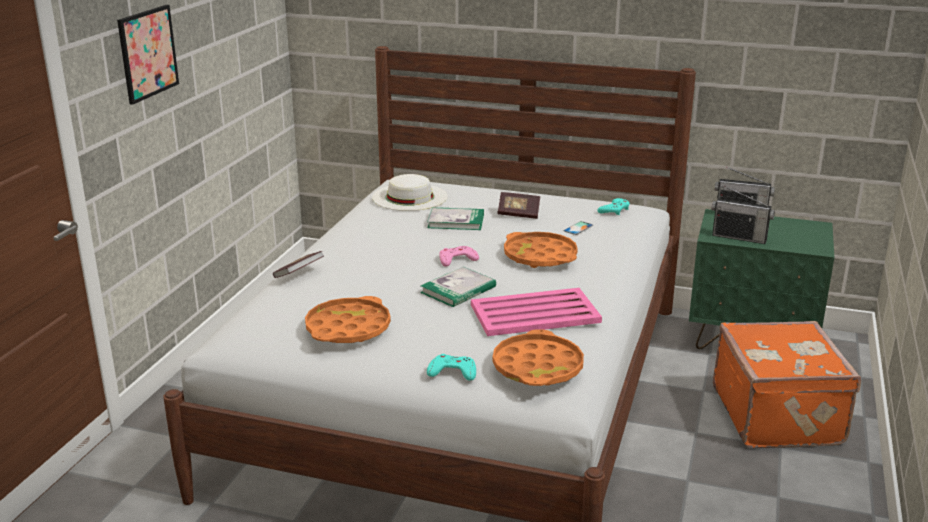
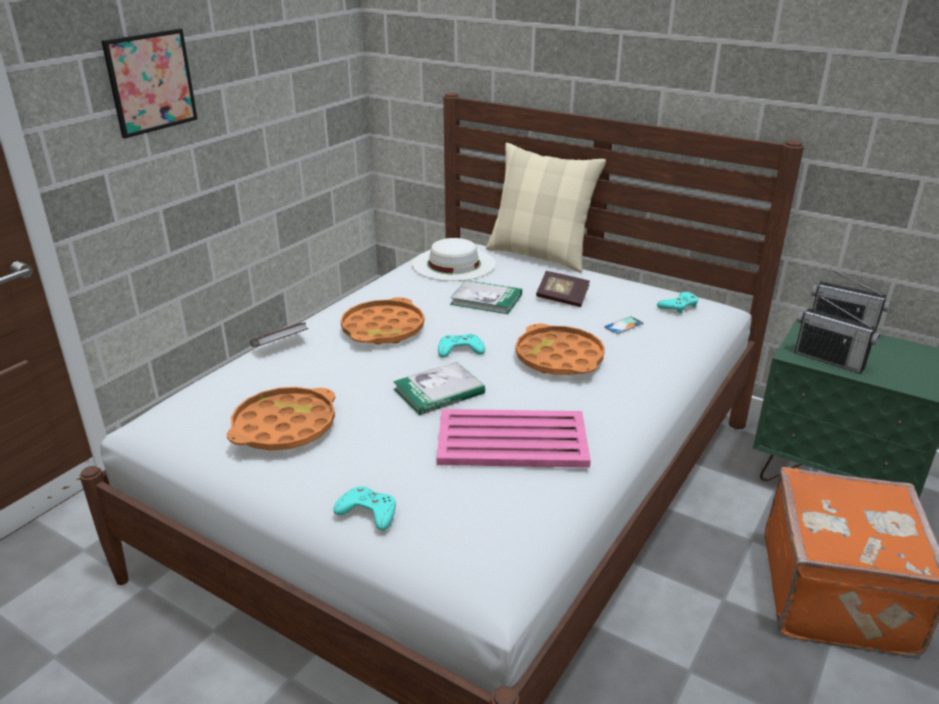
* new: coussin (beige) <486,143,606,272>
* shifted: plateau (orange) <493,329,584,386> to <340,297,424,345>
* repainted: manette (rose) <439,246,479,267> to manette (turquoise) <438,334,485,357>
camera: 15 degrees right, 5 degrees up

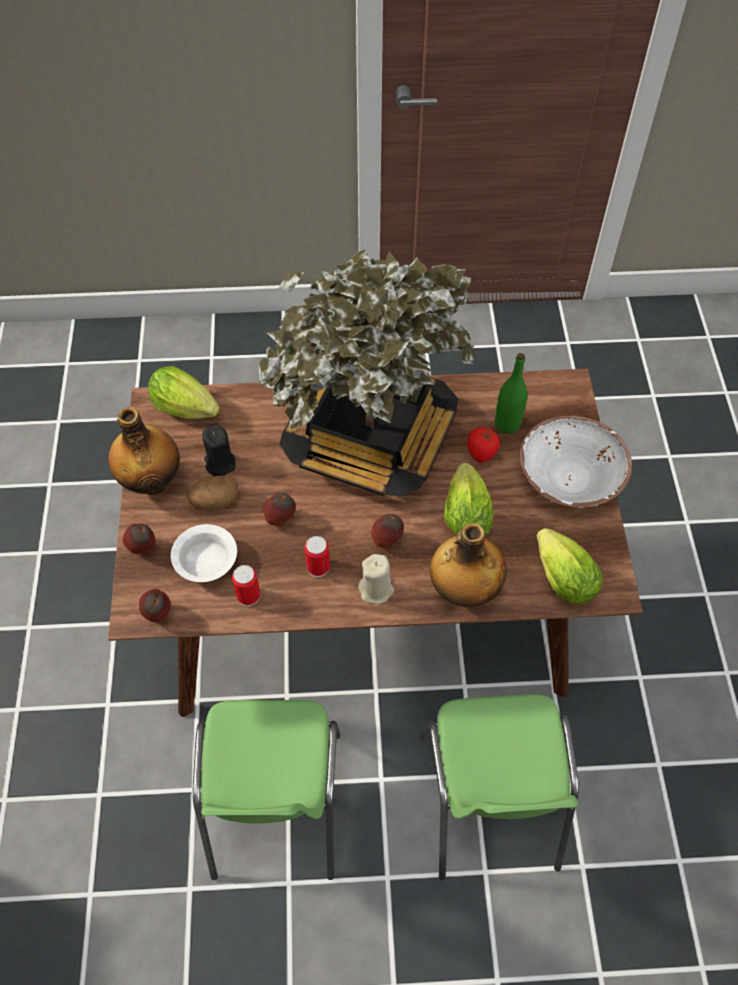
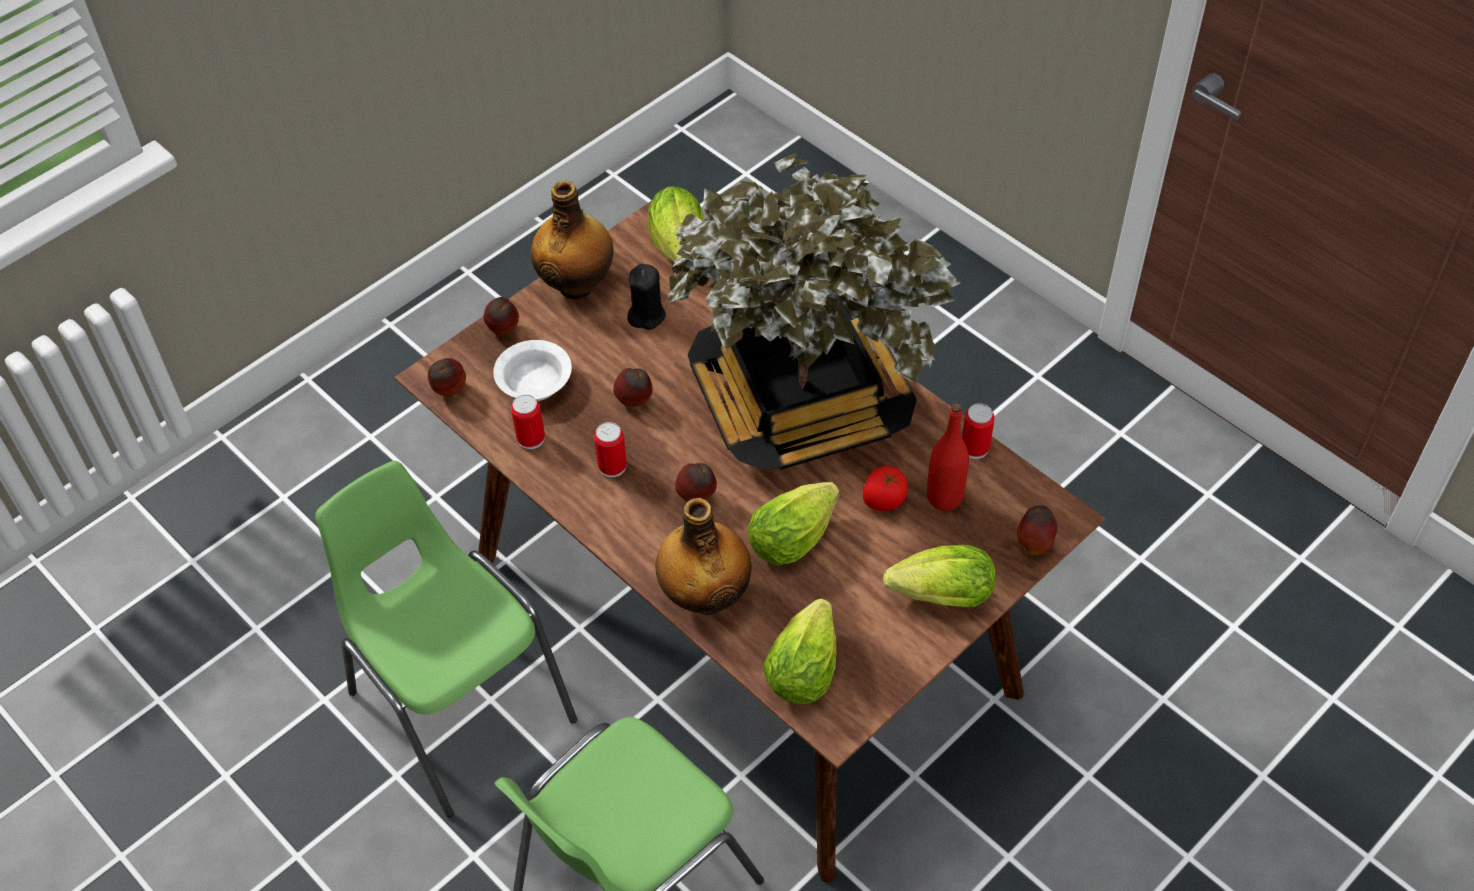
* gone: pomme de terre <186,475,238,510>
* gone: bougie (beige) <358,554,394,604>
* new: boîte métallique <962,403,995,459>
* new: pomme <1017,505,1057,555>
* swapped: bol (blanc) <519,416,632,508> to laitue <883,545,996,607>
* repainted: bouteille (vert) <495,353,527,434> to bouteille (rouge) <927,403,969,511>
* rotated: chaise (vert) <193,700,341,880> = <315,461,577,817> 90 degrees clockwise
camera: 50 degrees right, 5 degrees down

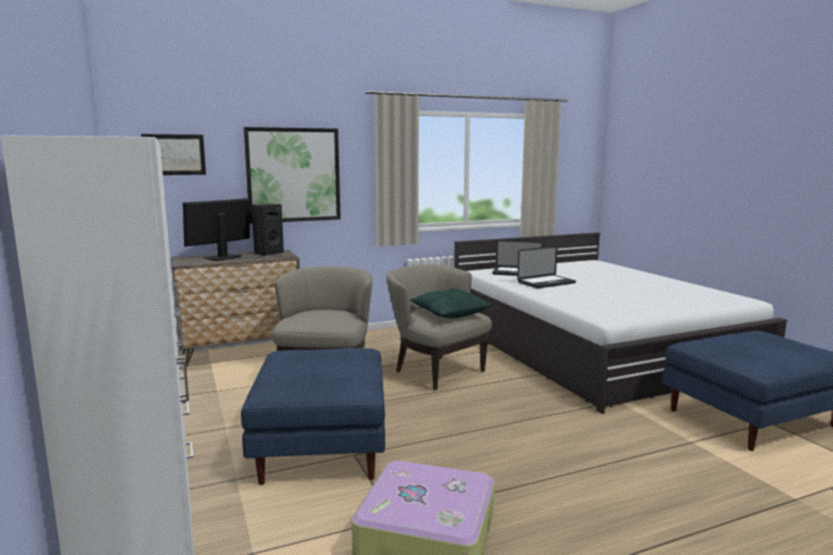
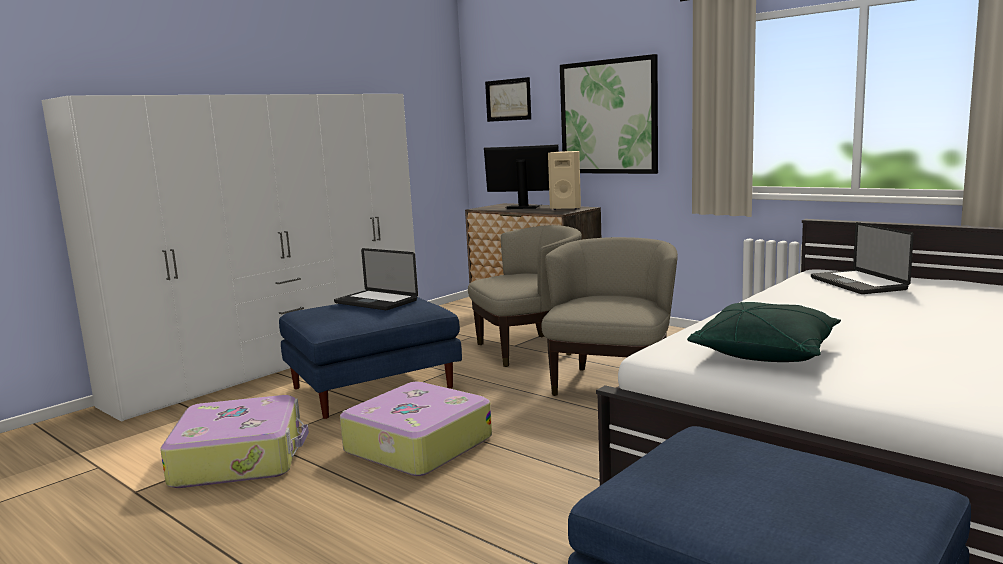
* new: valise <340,381,492,476>
* shifted: coussin (vert) <410,289,491,318> to <687,302,841,362>
* shifted: ordinateur portable <517,246,576,288> to <334,248,418,310>
* repainted: enceinte (noir) <251,204,284,256> to enceinte (beige) <548,151,581,210>
camera: 65 degrees right, 0 degrees up

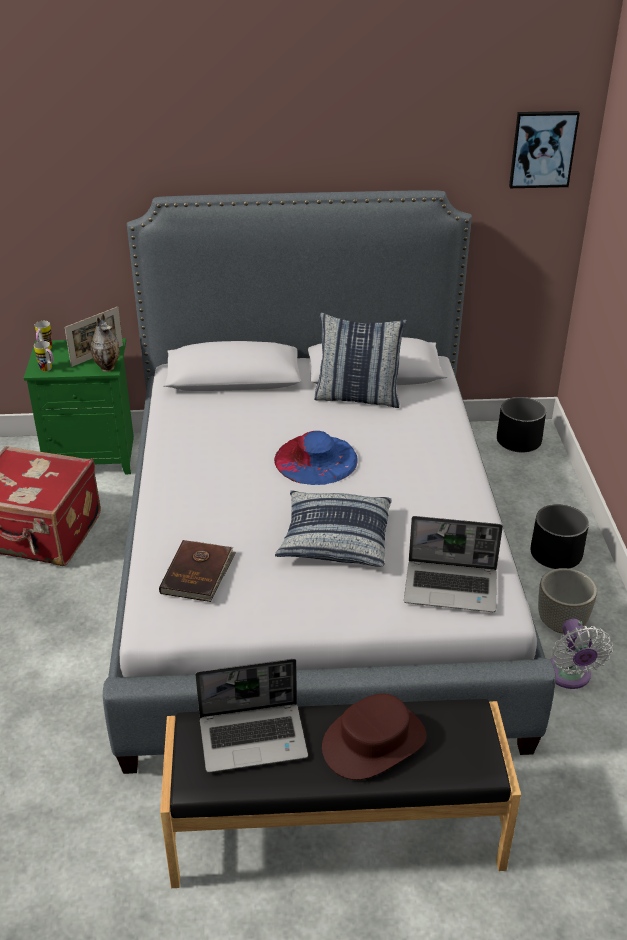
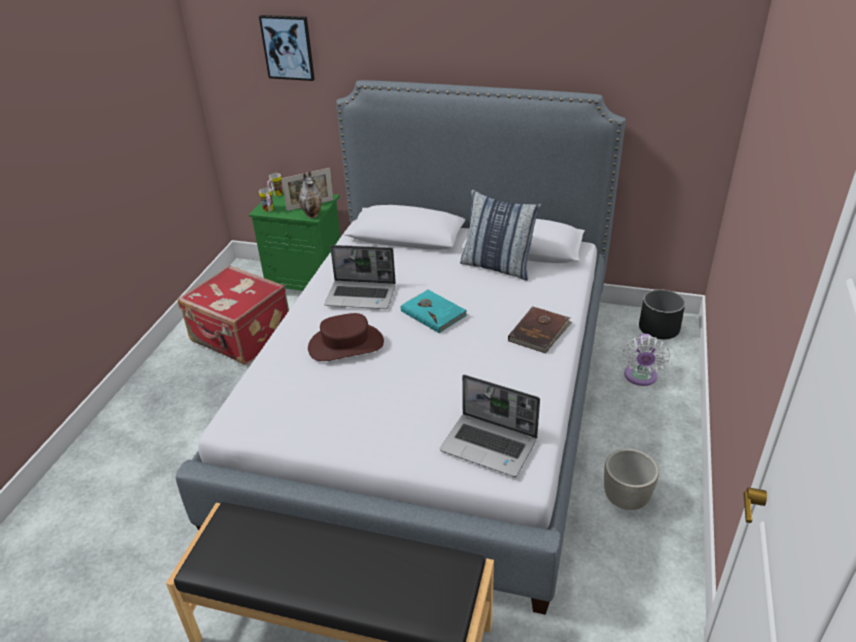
* gone: coussin <275,491,391,567>
* gone: cache-pot (noir) <531,504,589,569>
* shifted: livre (marron) <159,540,236,602> to <508,306,572,353>
* shifted: ordinateur portable <195,659,308,773> to <324,245,396,309>
* shifted: chapeau (marron) <322,693,427,780> to <308,313,384,361>
* shifted: tableau <509,111,580,188> to <259,15,315,81>
* shifted: ventilateur (blanc) <550,619,613,689> to <623,334,670,386>
* swapped: chapeau (bleu) <274,431,358,485> to livre (turquoise) <401,289,467,333>
camera: 20 degrees right, 0 degrees up

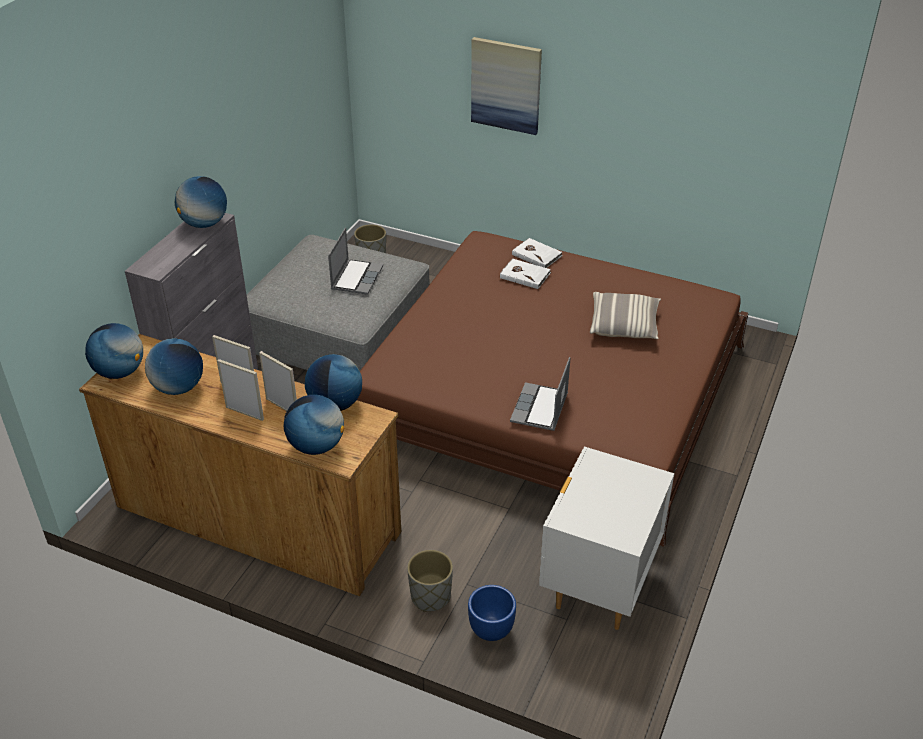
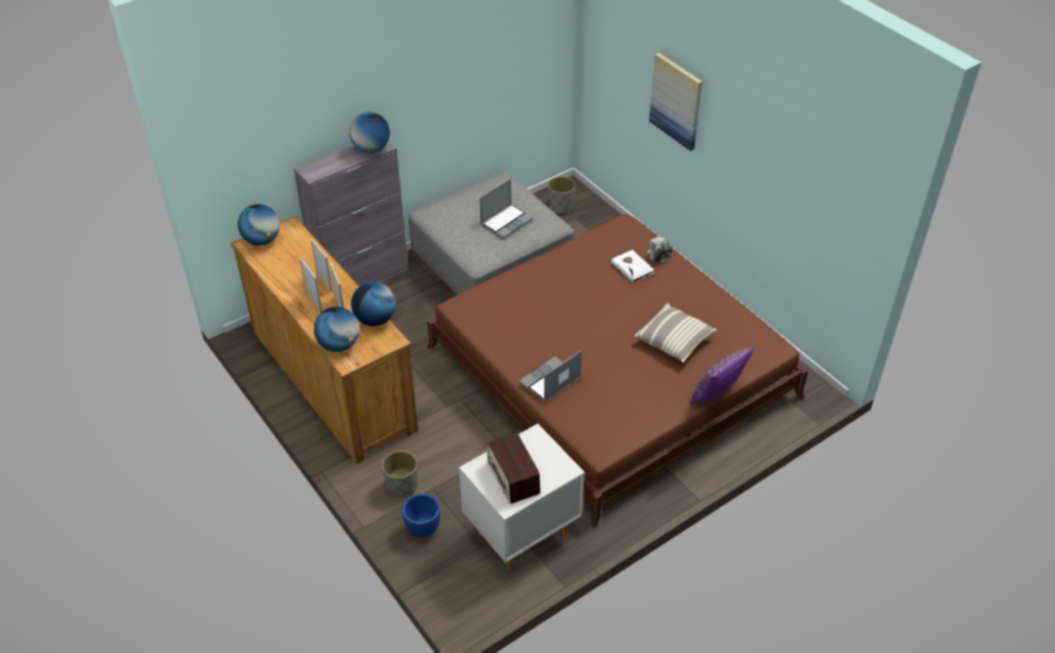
* gone: globe <145,338,203,395>
* new: radio <487,433,540,504>
* new: coussin (violet) <690,346,755,405>
* swapped: livre (blanc) <512,238,563,268> to peluche <646,235,672,263>
camera: 30 degrees right, 5 degrees up

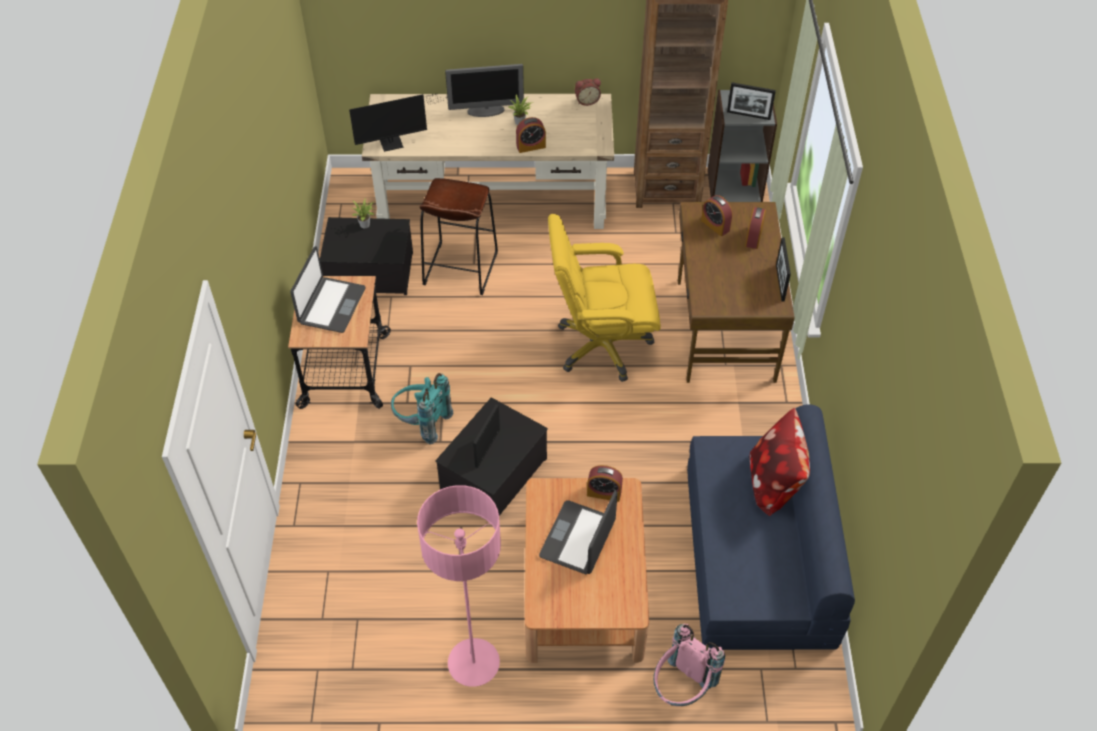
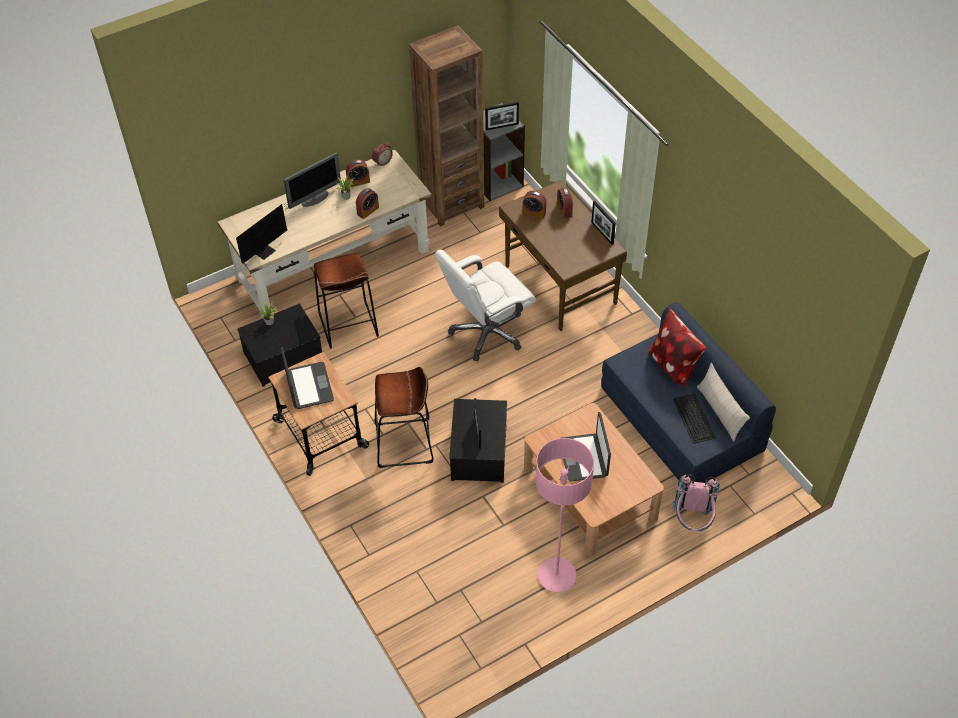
* new: clavier <673,393,716,444>
* new: coussin (beige) <697,363,750,441>
* shifted: réveil <587,465,623,502> to <346,160,370,187>
* swapped: sac à dos (turquoise) <391,373,453,444> to tabouret (marron) <375,367,434,468>
* repainted: chaise de bureau (jaune) <548,214,661,382> to chaise de bureau (blanc) <435,250,536,361>
camera: 30 degrees left, 0 degrees up

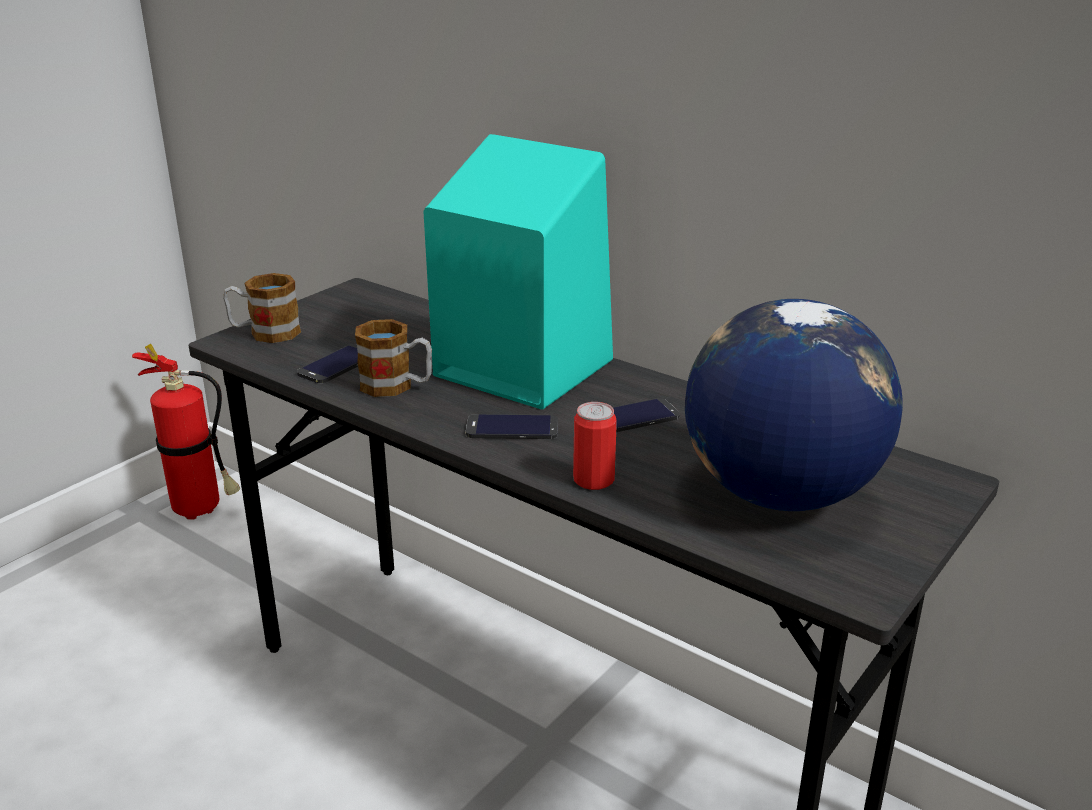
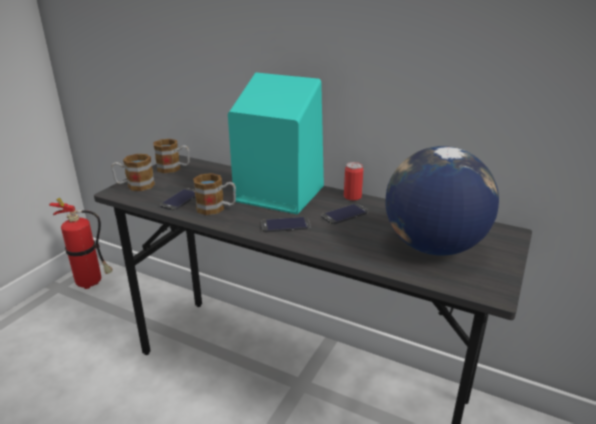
* new: mug <153,139,190,173>
* shifted: boîte métallique <573,402,617,490> to <344,162,364,201>
camera: 10 degrees left, 0 degrees up

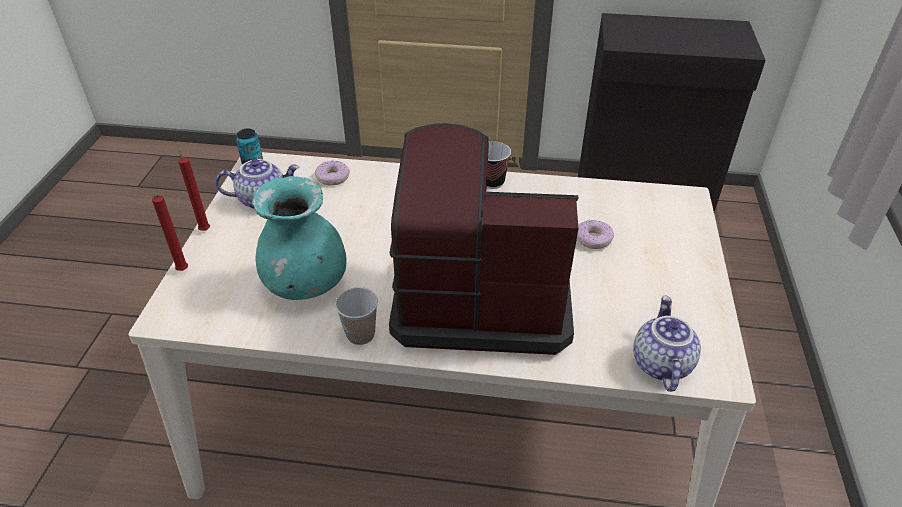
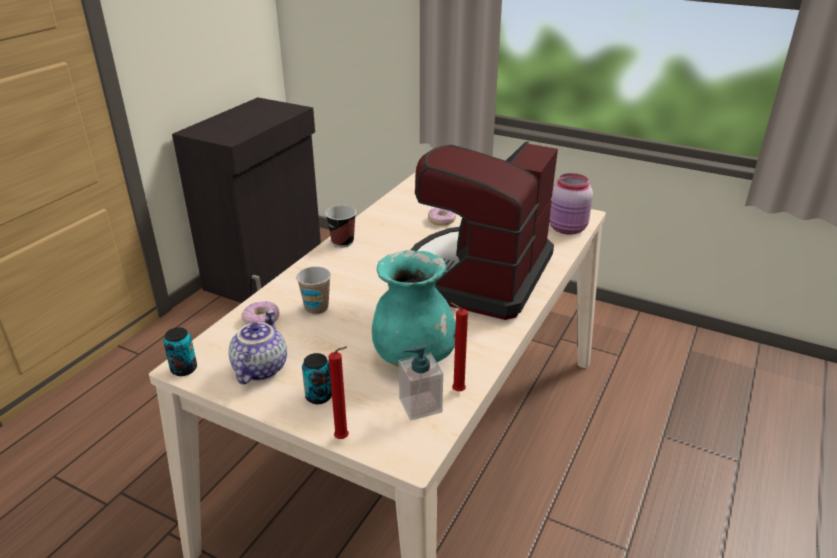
* new: boîte métallique <302,353,332,404>
* new: distributeur de savon <399,343,443,420>
* shifted: bougie (rouge) <178,146,210,231> to <450,303,468,391>
* shifted: tasse <335,287,378,345> to <296,266,331,315>
* swapped: théière <633,296,701,392> to bocal (rose) <549,173,593,235>
camera: 70 degrees left, 10 degrees down

